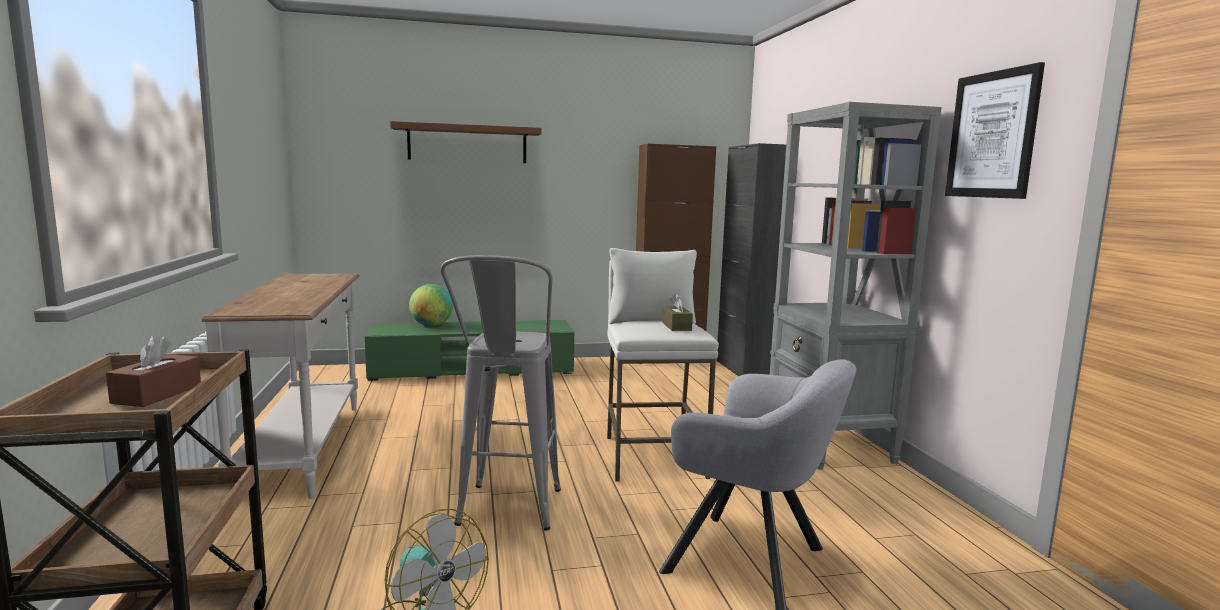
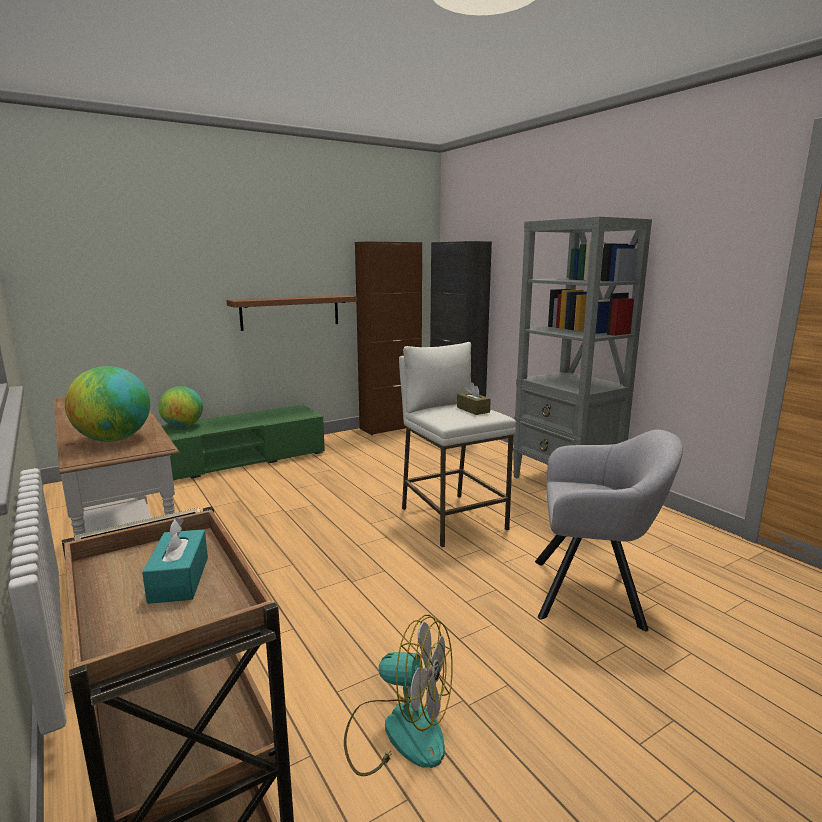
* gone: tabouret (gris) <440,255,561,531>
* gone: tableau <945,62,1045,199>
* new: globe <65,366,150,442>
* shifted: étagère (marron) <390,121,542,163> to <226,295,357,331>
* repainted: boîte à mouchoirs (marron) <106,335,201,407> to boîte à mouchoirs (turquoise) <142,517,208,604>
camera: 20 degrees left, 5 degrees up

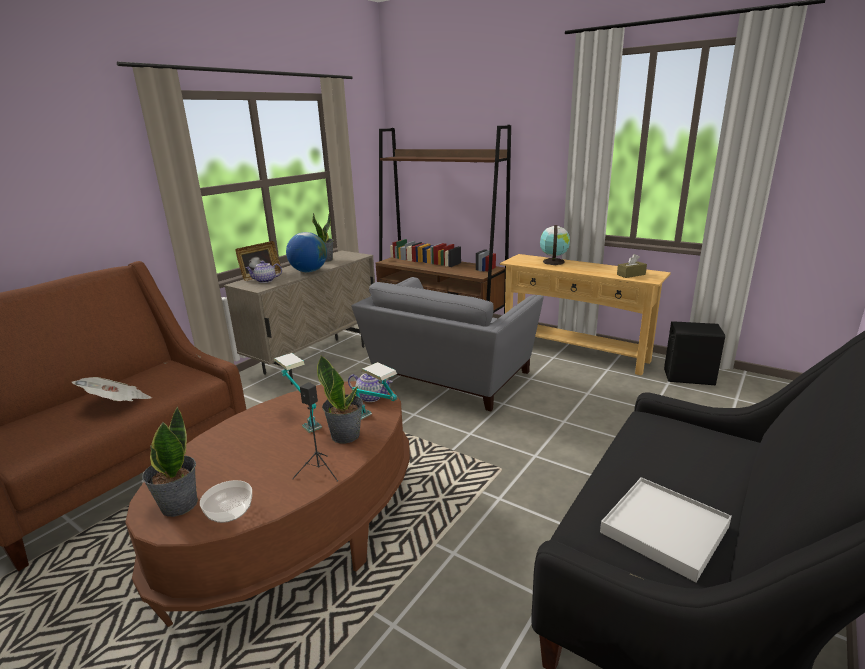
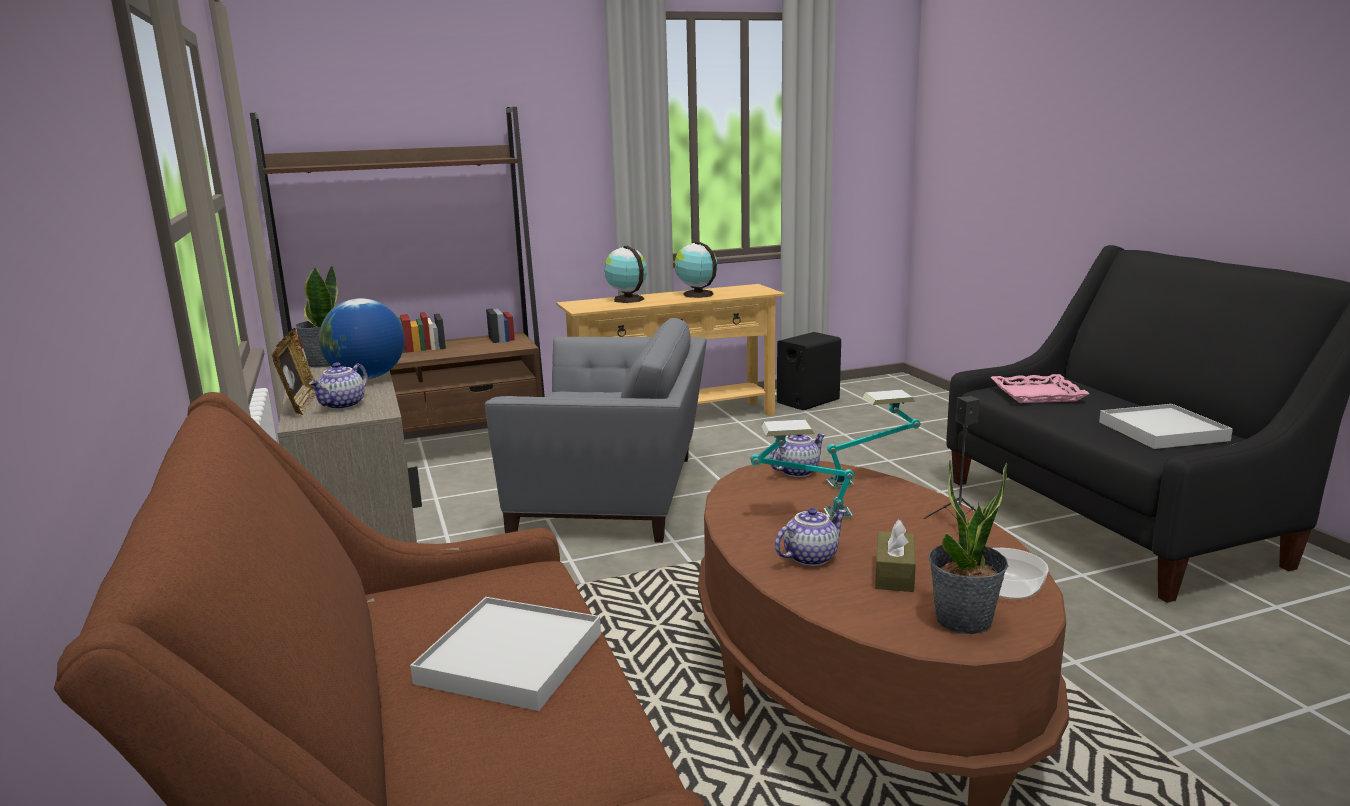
* gone: plante en pot <317,356,363,444>
* new: globe <674,241,718,298>
* new: théière <775,508,846,566>
* new: plateau (rose) <990,374,1090,403>
* shifted: boîte à mouchoirs (marron) <617,254,647,278> to <875,519,916,592>
* swapped: journal <72,377,152,401> to plateau (blanc) <410,597,601,711>
* rotated: fauteuil (gris) <351,277,544,412> = <485,318,707,543> 60 degrees counterclockwise
camera: 55 degrees left, 5 degrees down

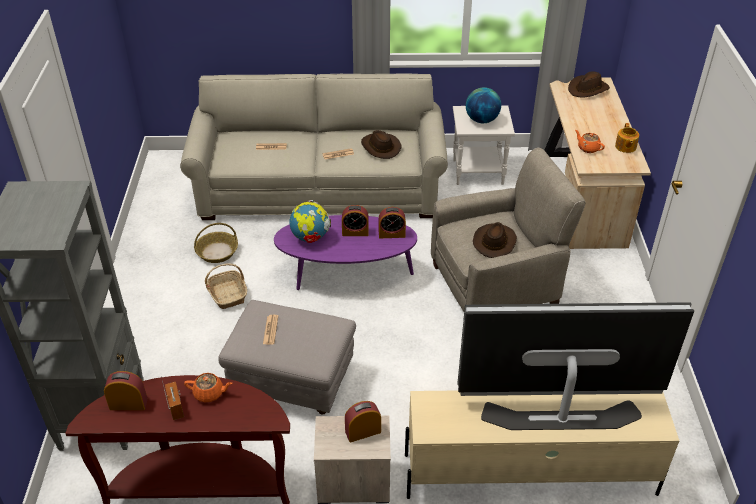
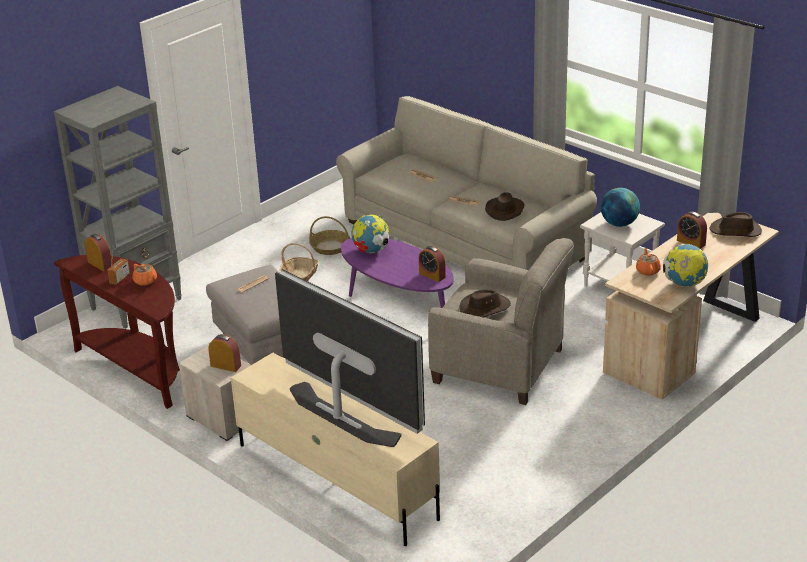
* shifted: réveil <342,205,369,236> to <677,211,707,249>
* swapped: théière <615,123,639,153> to globe <663,244,708,287>
camera: 45 degrees right, 10 degrees down

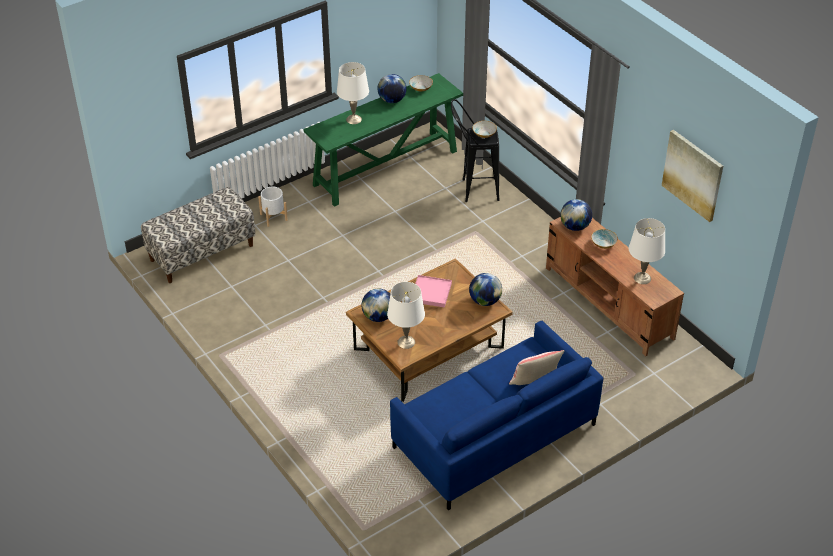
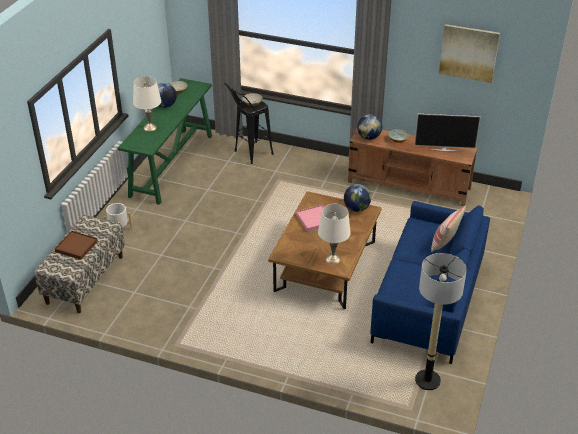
* gone: globe <362,289,390,322>
* new: plateau (marron) <55,231,98,260>
* new: lampadaire <415,253,467,390>
* swapped: lampe de table (blanc) <629,218,665,284> to téléviseur <414,114,481,152>
camera: 35 degrees left, 5 degrees down

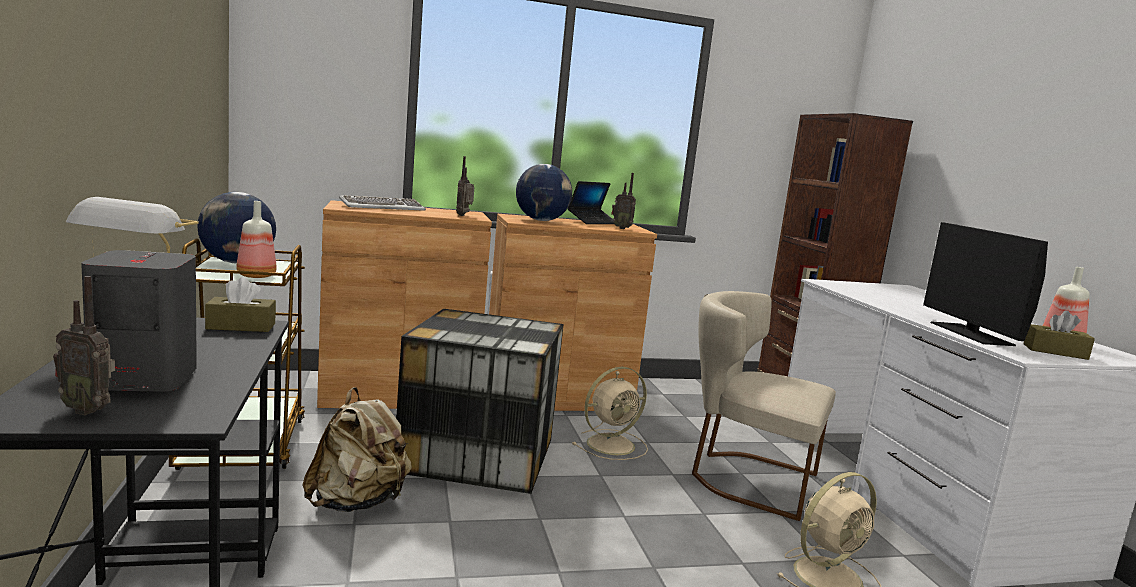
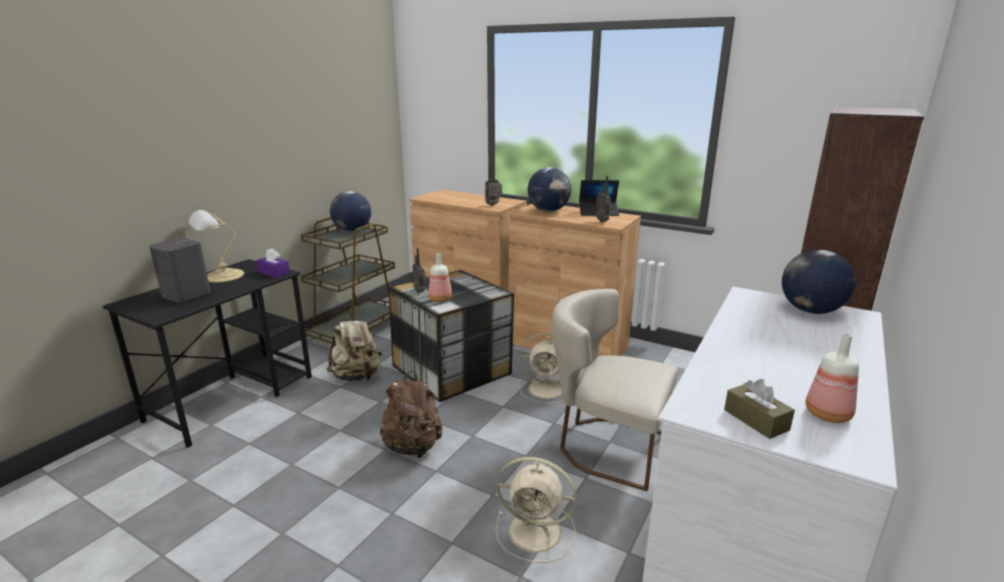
* gone: clavier <339,195,426,211>
* gone: écran d'ordinateur <923,222,1048,346>
* new: sac à dos (marron) <380,370,442,459>
* new: globe <782,250,856,314>
* shifted: radio <53,276,115,415> to <412,248,427,293>
* shifted: bouteille <236,201,277,278> to <428,253,452,302>
* repainted: boîte à mouchoirs (marron) <205,277,276,332> to boîte à mouchoirs (violet) <256,248,290,278>
* rotated: chaise (beige) <692,291,836,521> = <552,289,678,491> 45 degrees counterclockwise
camera: 45 degrees right, 10 degrees up

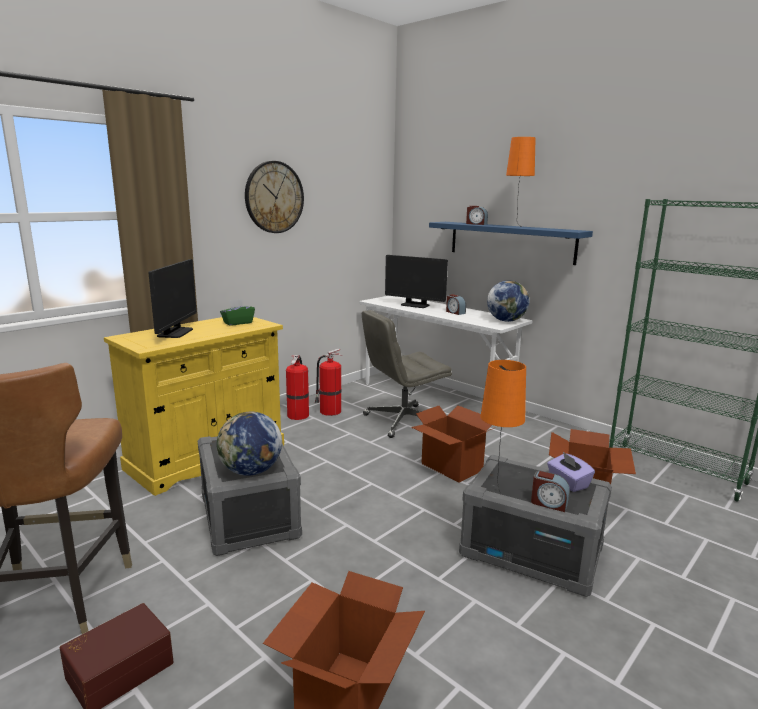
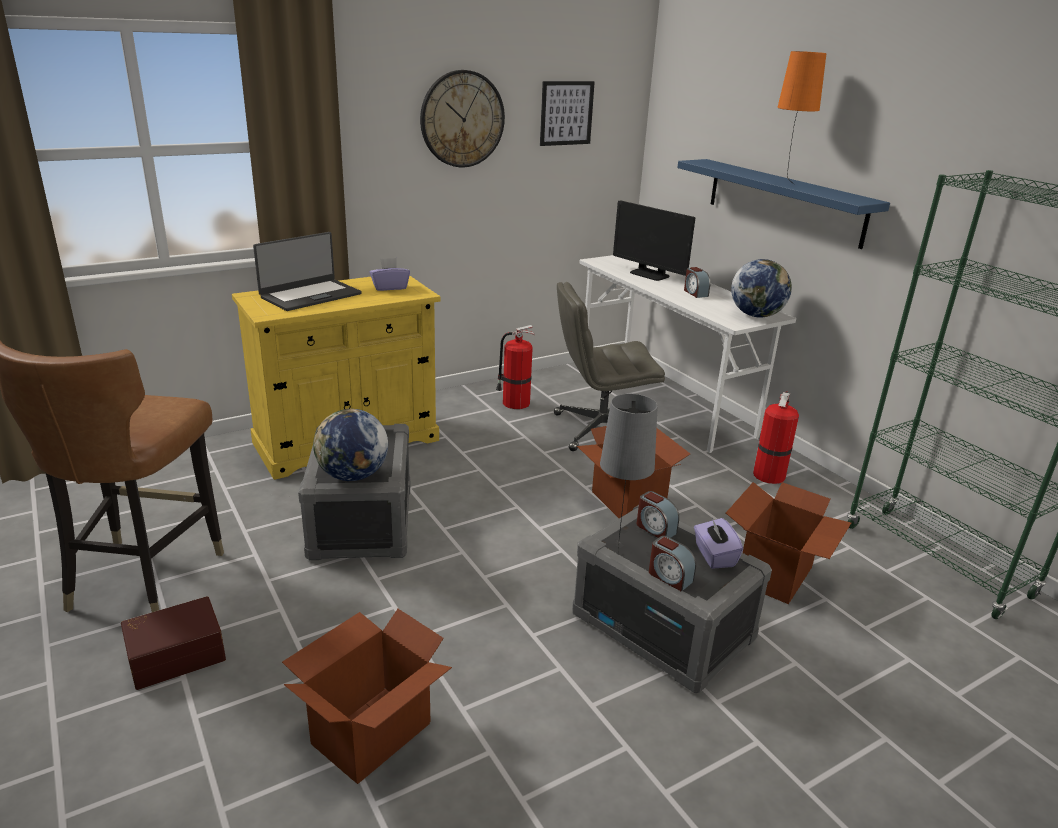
* new: tableau <540,81,595,146>
* shifted: extincteur <286,355,309,420> to <753,391,799,484>
* shifted: réveil <466,206,488,225> to <637,491,679,538>
* swapped: écran d'ordinateur <148,259,197,338> to ordinateur portable <253,232,362,311>
* repainted: boîte à mouchoirs (vert) <220,299,255,326> to boîte à mouchoirs (violet) <370,258,410,291>
* repainted: lampe de table (orange) <481,360,526,495> to lampe de table (gris) <600,394,658,551>
camera: 15 degrees right, 10 degrees up

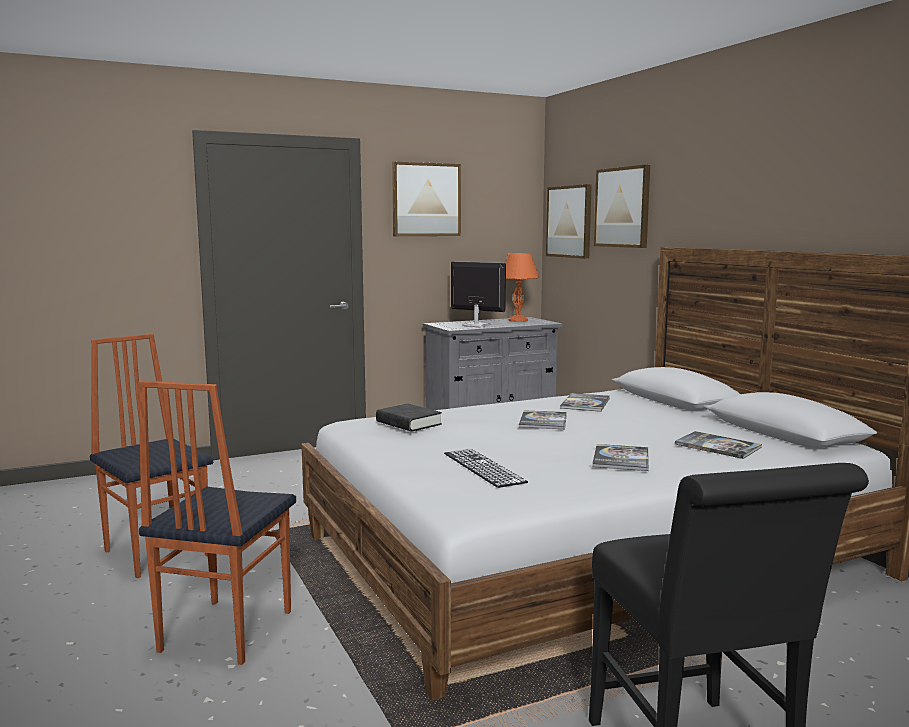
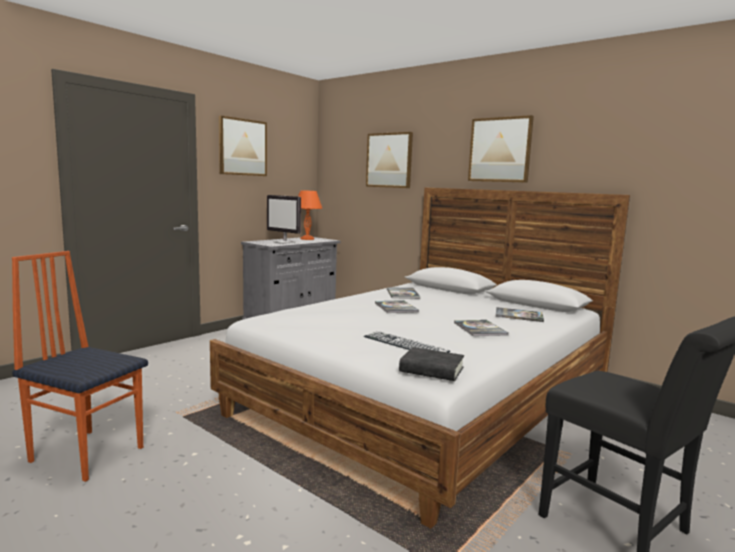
* gone: chaise <139,380,296,665>
* shifted: livre (noir) <376,403,442,432> to <399,347,464,381>
* shifted: tableau <546,184,592,259> to <468,115,534,183>
* rotated: écran d'ordinateur <451,261,506,327> = <267,195,301,244> 150 degrees counterclockwise
camera: 25 degrees left, 0 degrees up

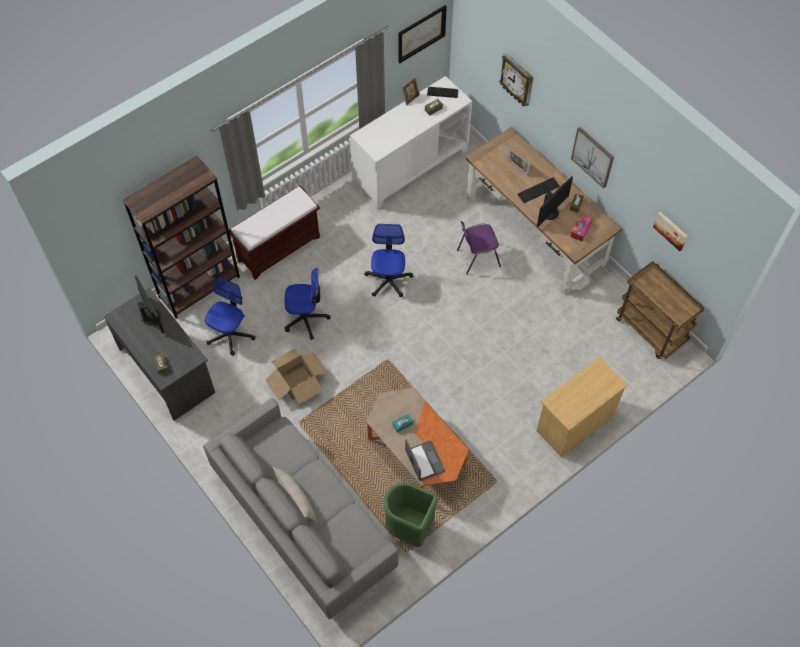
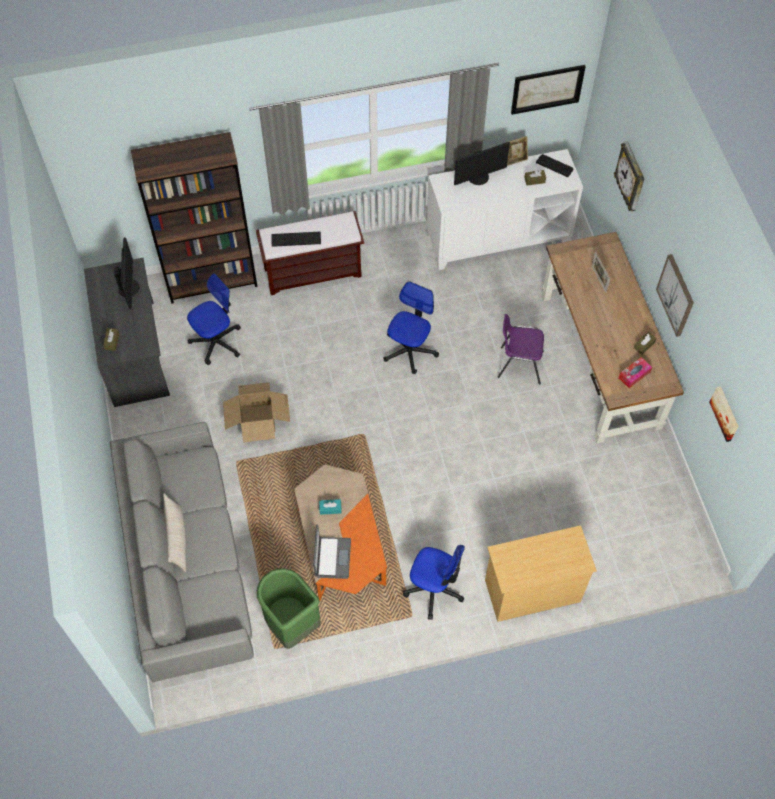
* gone: chariot (marron) <616,261,705,359>
* shifted: chaise de bureau <285,268,331,340> to <403,545,465,620>
* shifted: clavier <517,178,560,203> to <271,232,321,247>
* shifted: écran d'ordinateur <537,176,573,227> to <454,142,510,185>
camera: 25 degrees right, 0 degrees up

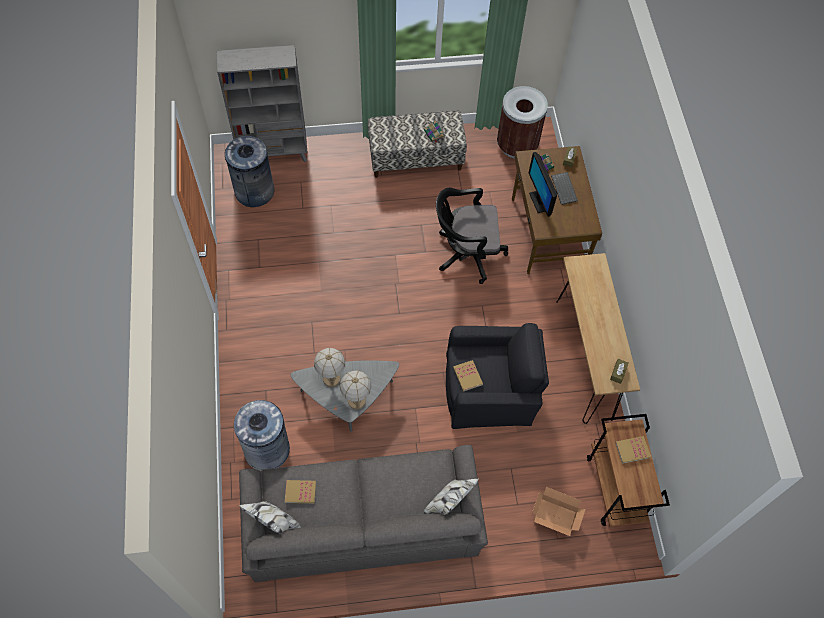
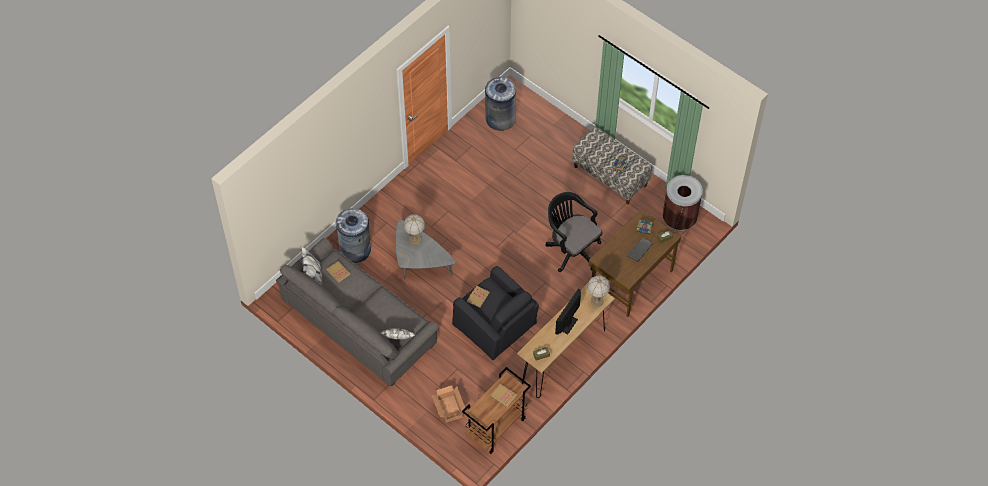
* gone: bibliothèque (gris) <217,45,308,162>
* shifted: lampe de table <339,371,371,410> to <587,276,610,307>
* shifted: écran d'ordinateur <529,152,557,217> to <555,288,581,335>
camera: 50 degrees right, 5 degrees down

